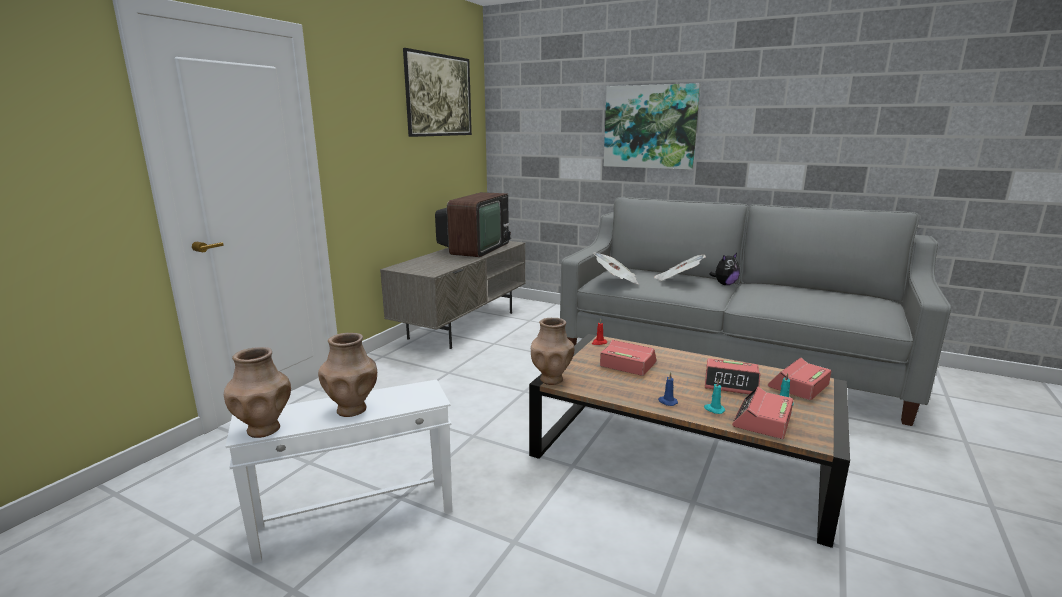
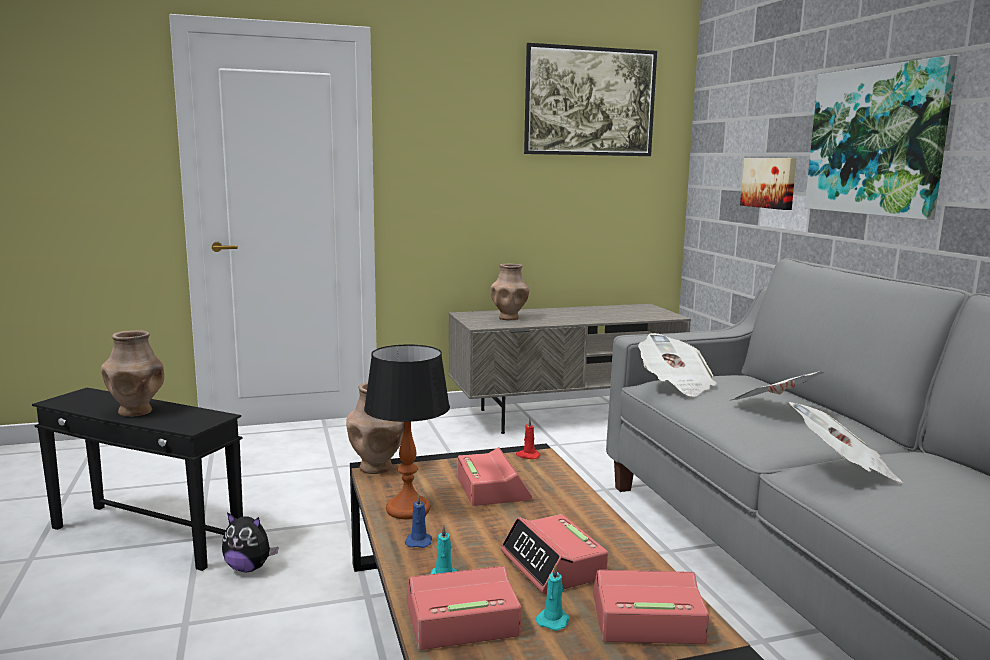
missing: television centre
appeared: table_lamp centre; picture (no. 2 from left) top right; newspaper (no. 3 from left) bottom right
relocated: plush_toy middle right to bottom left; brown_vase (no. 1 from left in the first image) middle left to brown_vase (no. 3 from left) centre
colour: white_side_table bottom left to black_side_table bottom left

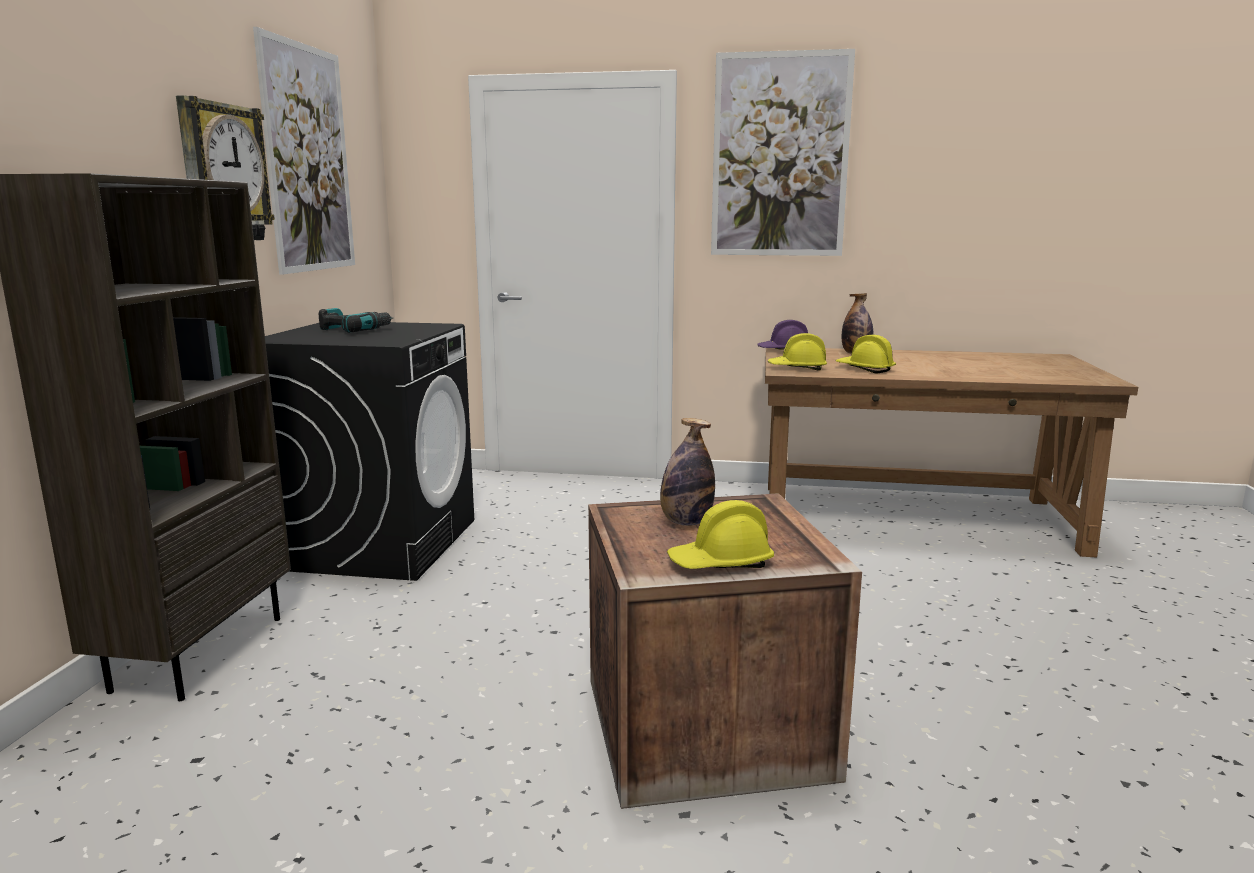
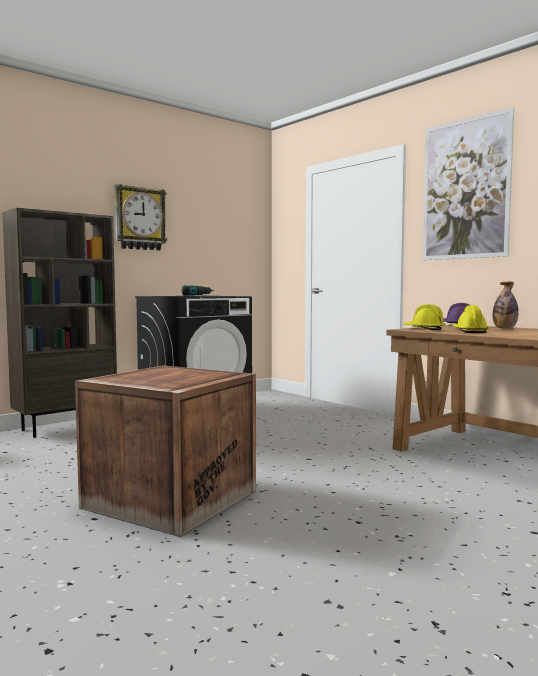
missing: picture (no. 1 from left) top left; bottle (no. 1 from left) centre; yellow_hard_hat (no. 1 from left) centre

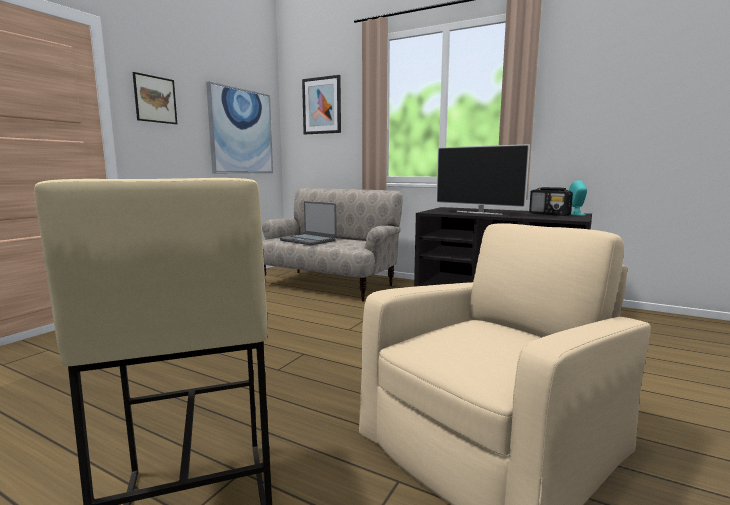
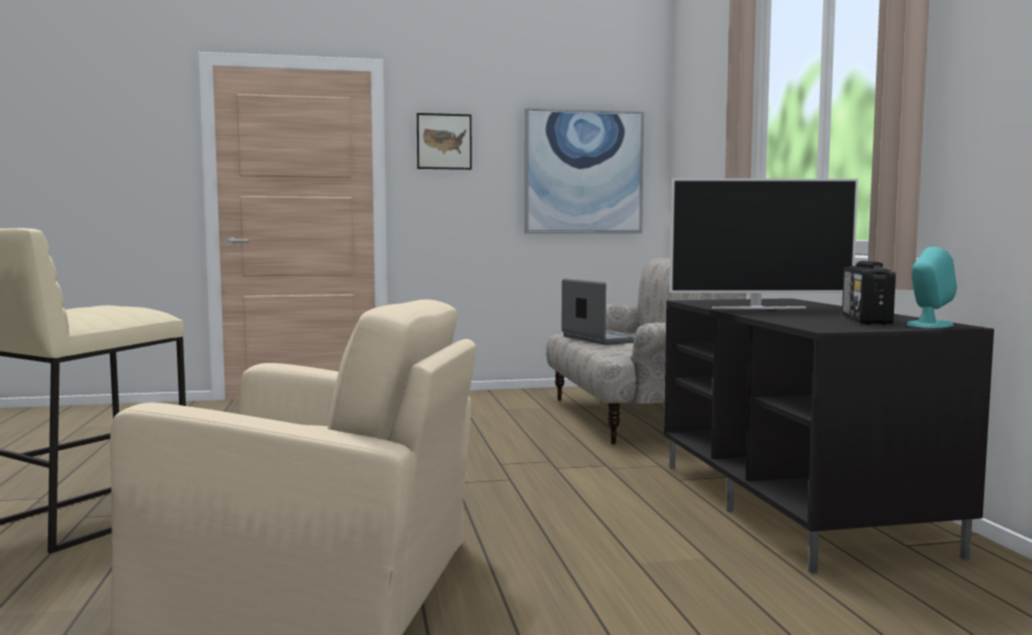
missing: picture (no. 3 from left) top centre
spun: laptop centre = centre 150 degrees clockwise; television centre = middle right 90 degrees counterclockwise

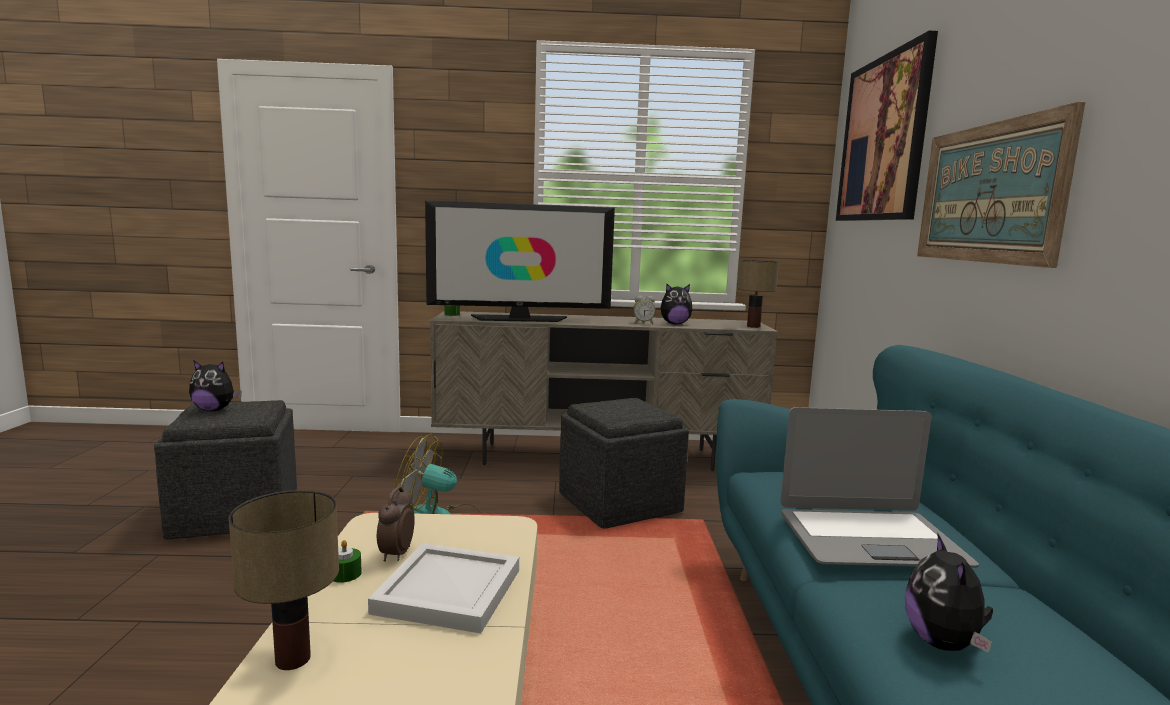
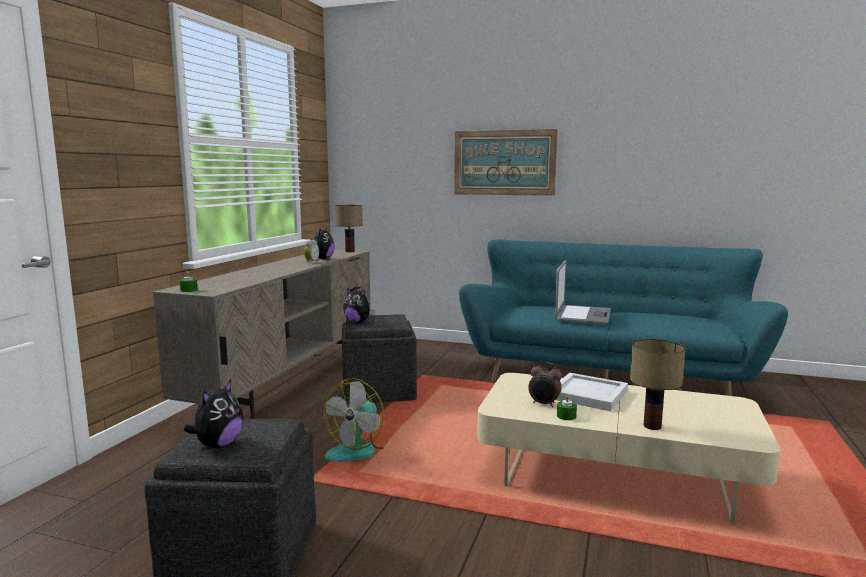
missing: television centre; picture (no. 1 from left) top right
relocated: plush_toy (no. 3 from left) bottom right to centre

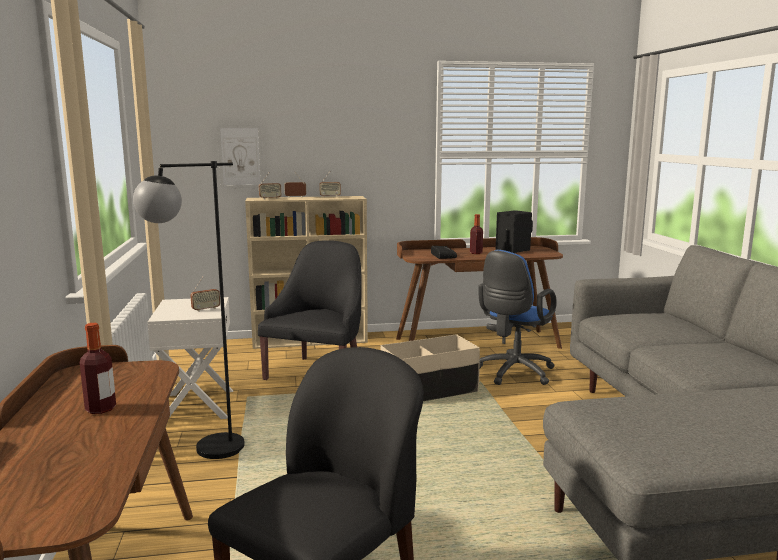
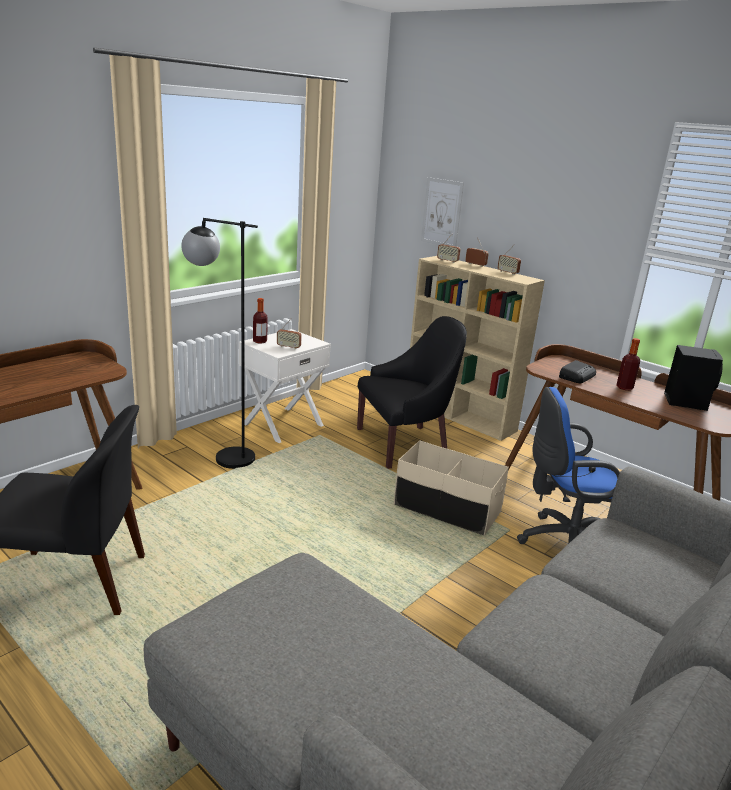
relocated: bottle (no. 1 from left) middle left to centre

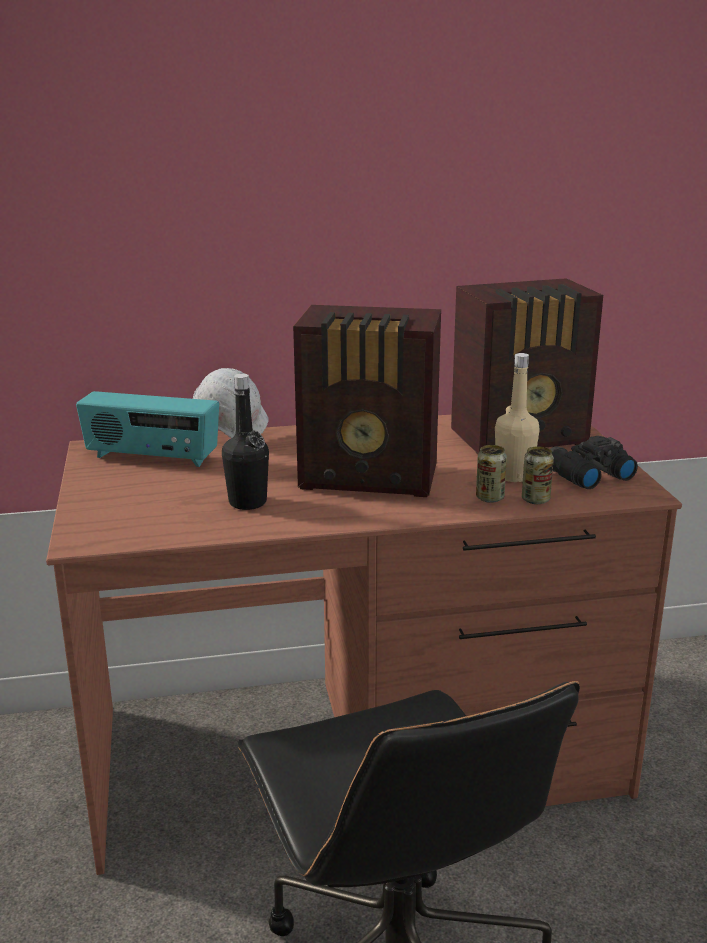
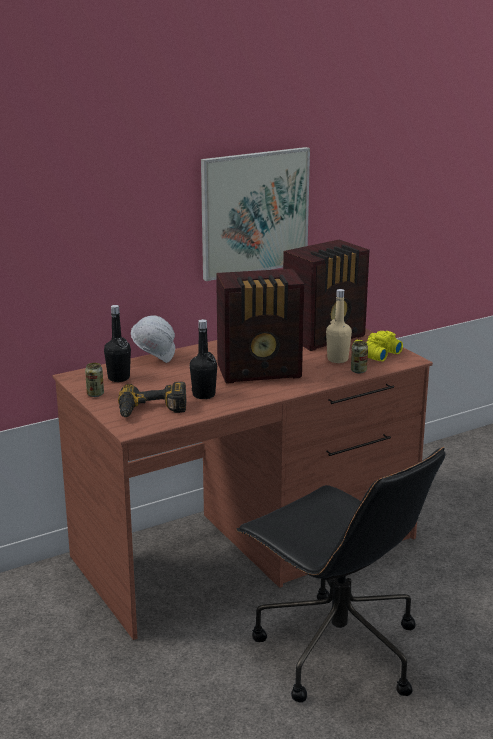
appeared: power_drill middle left; picture top centre
relocated: can (no. 1 from left) middle right to middle left
exchanged: radio (no. 1 from left) middle left to black_bottle (no. 1 from left) middle left
colour: black_binoculars middle right to yellow_binoculars middle right

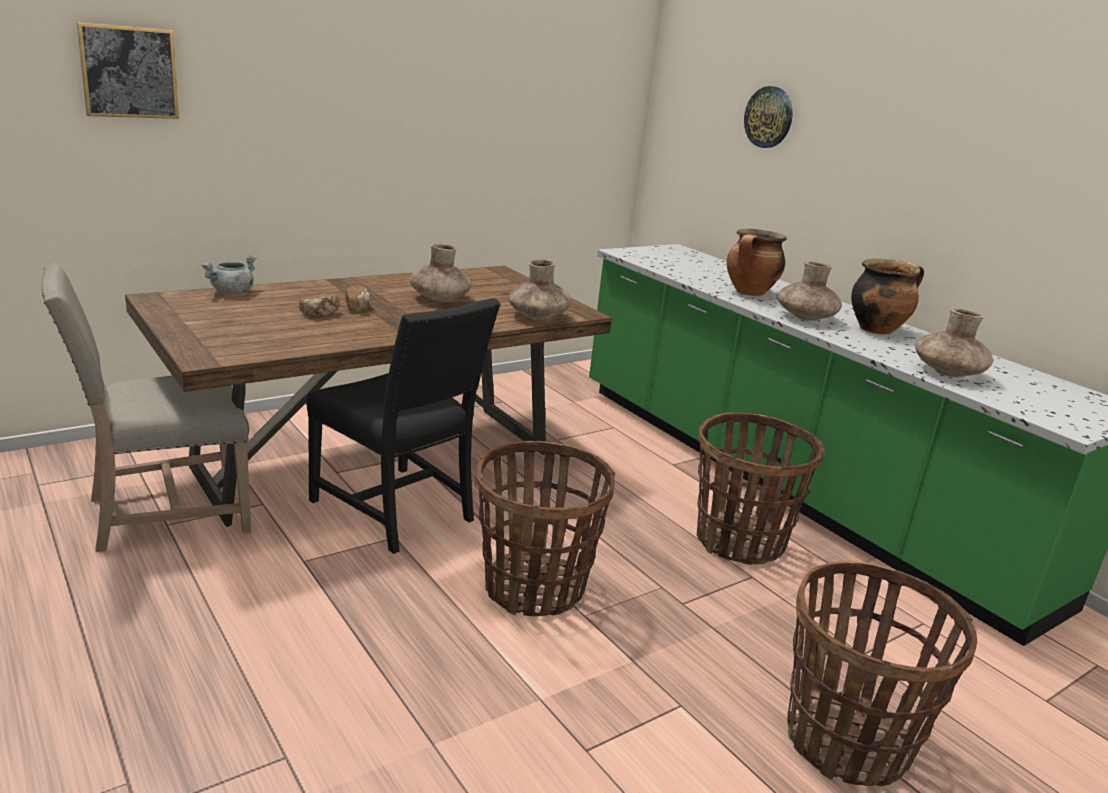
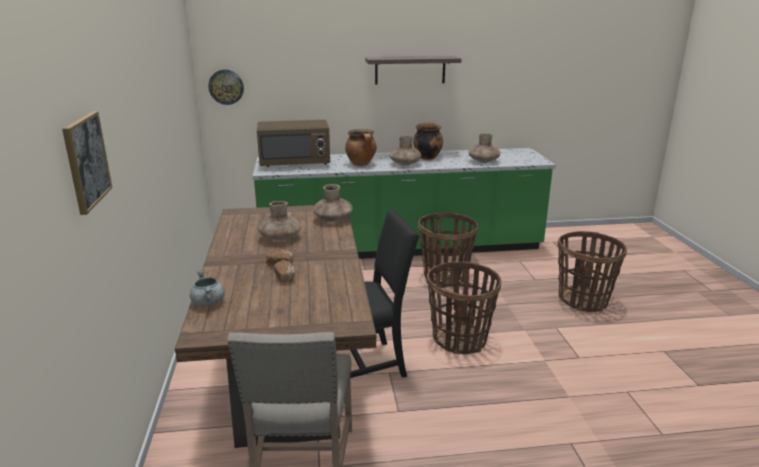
appeared: brown_microwave top centre; shelf top centre
relocated: wall_clock top right to top left

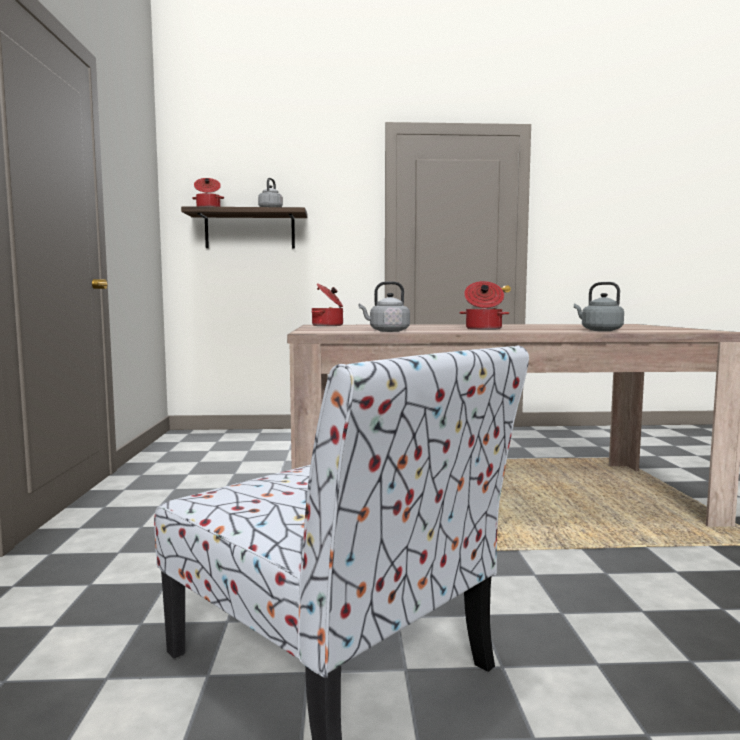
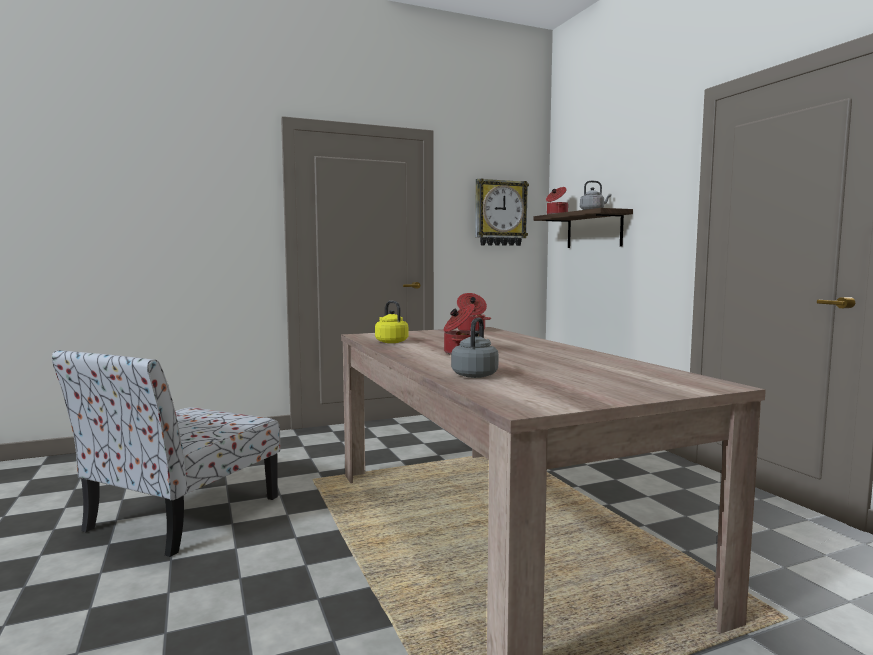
appeared: wall_clock top centre
colour: grey_kettle (no. 2 from left) centre to yellow_kettle centre

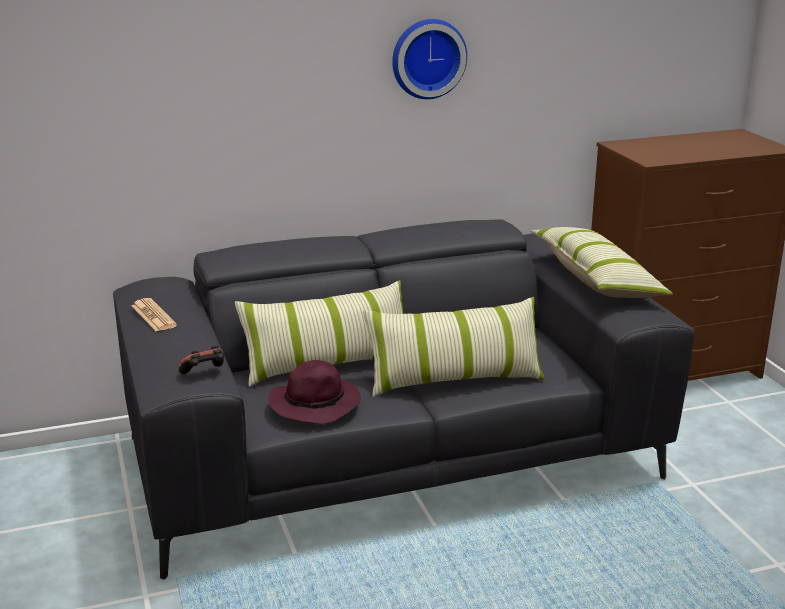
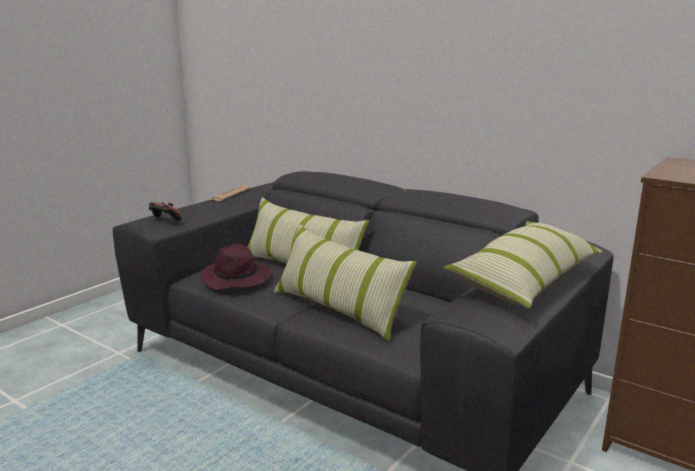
missing: wall_clock top centre

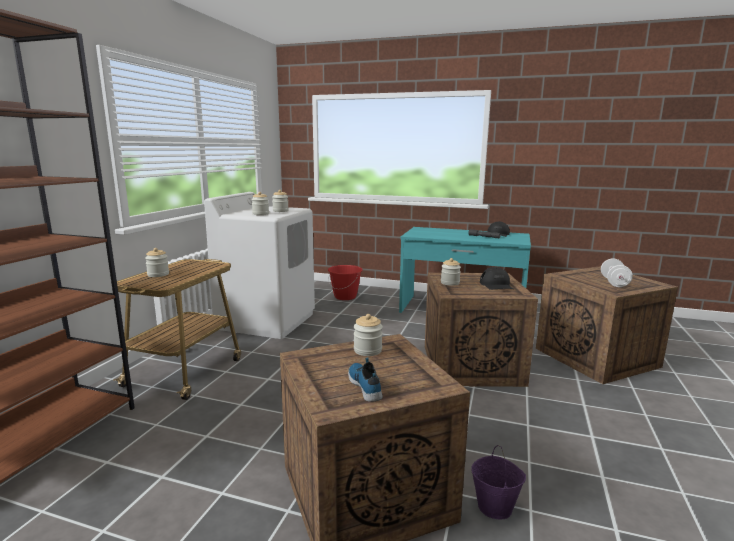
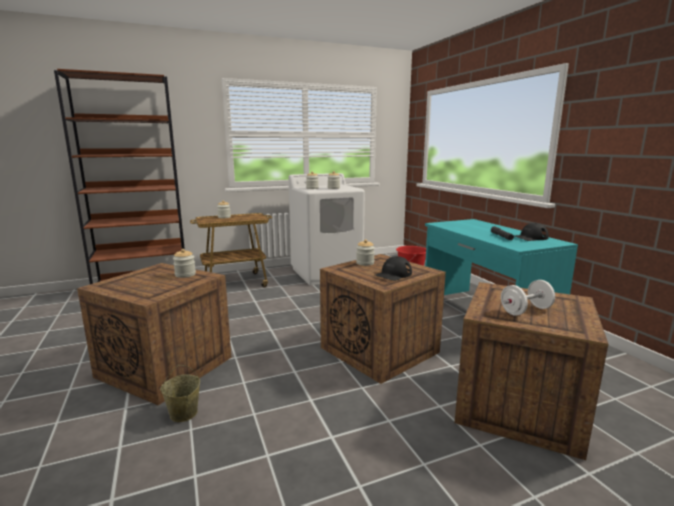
missing: shoe bottom centre
colour: purple_bucket bottom right to beige_bucket bottom left

